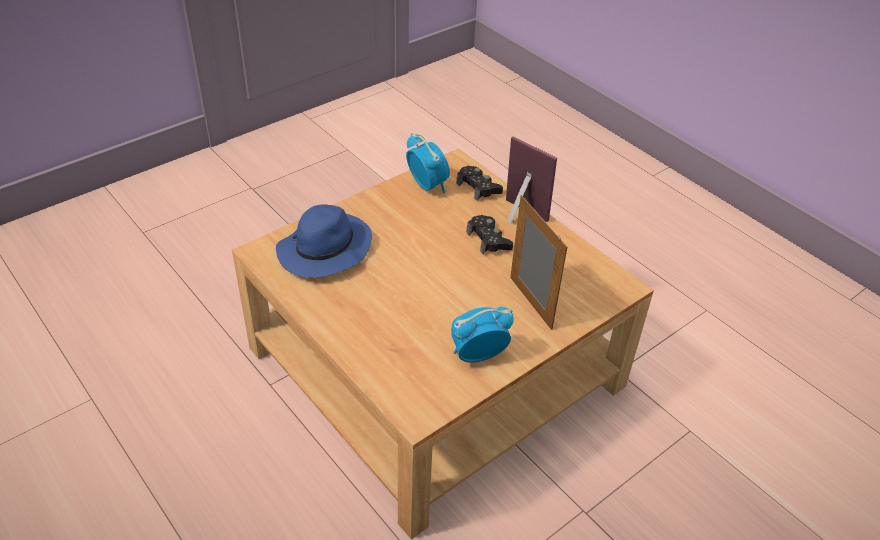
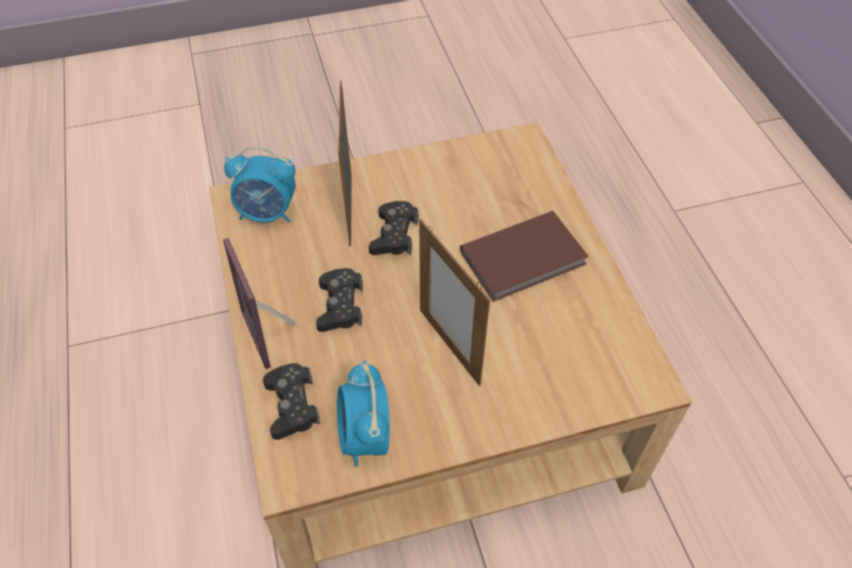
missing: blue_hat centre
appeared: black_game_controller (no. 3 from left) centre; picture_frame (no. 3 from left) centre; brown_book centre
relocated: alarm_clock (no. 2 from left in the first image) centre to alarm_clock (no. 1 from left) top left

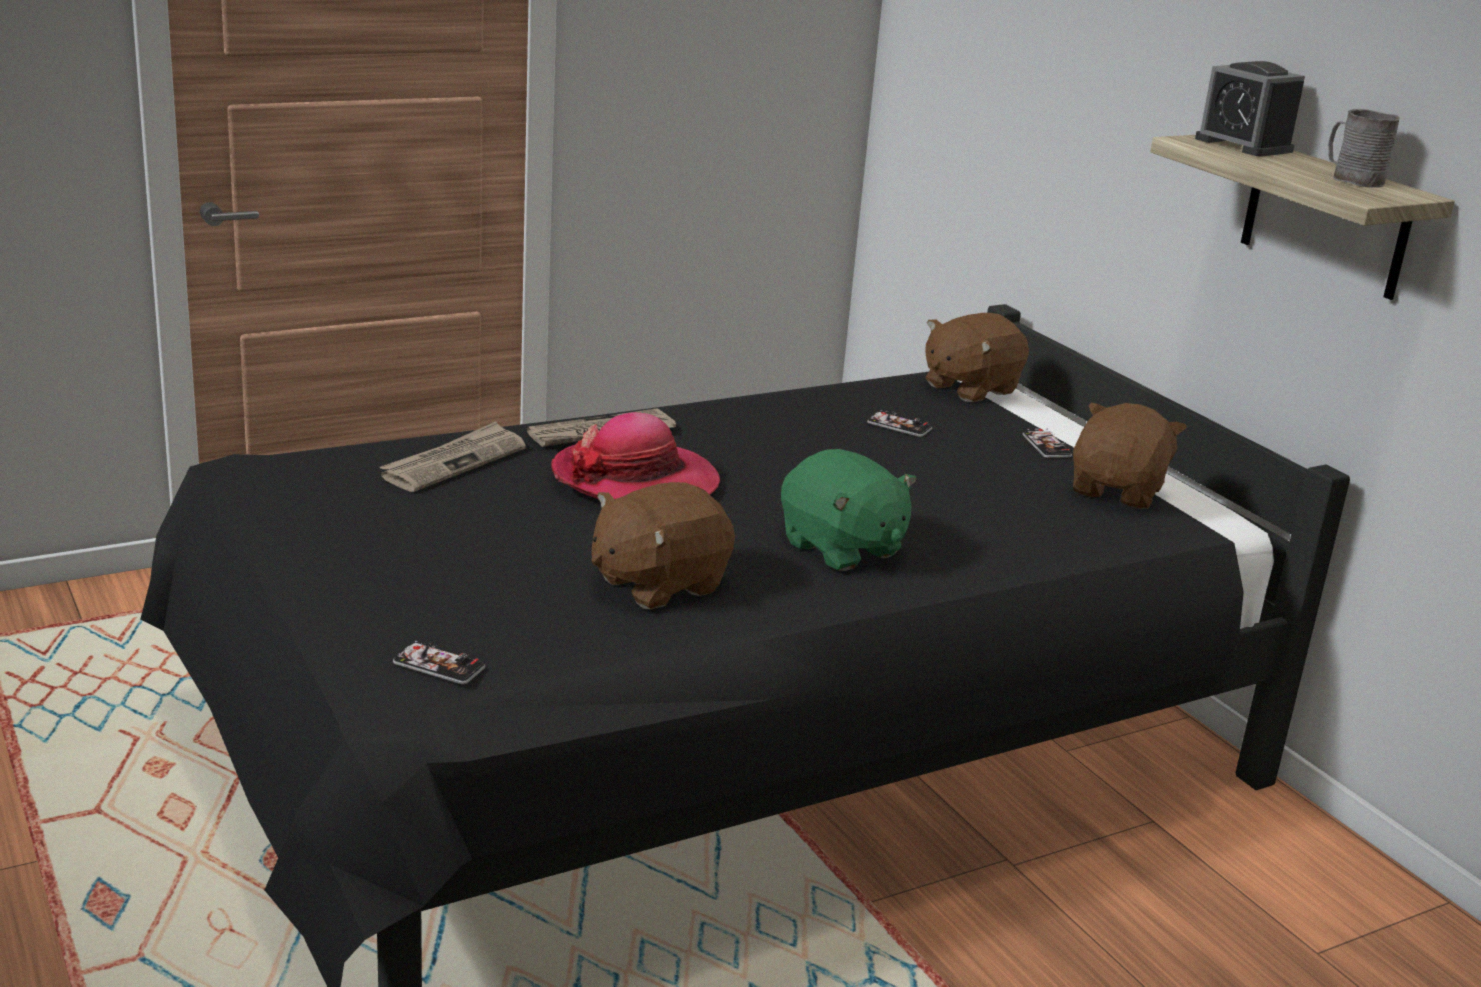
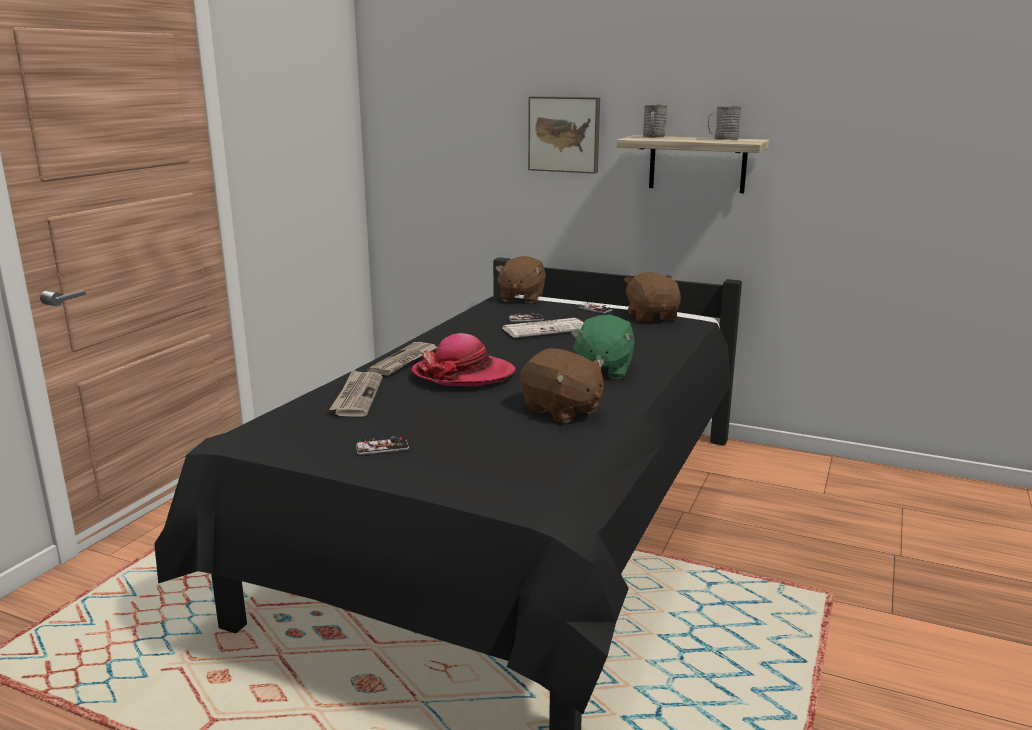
appeared: newspaper (no. 3 from left) centre; picture top centre
relocated: phone (no. 1 from left) bottom left to centre
exchanged: alarm_clock top right to grey_mug (no. 1 from left) top centre
spun: brown_plush_toy (no. 1 from left in the first image) centre = centre 60 degrees counterclockwise; green_plush_toy centre = centre 90 degrees clockwise

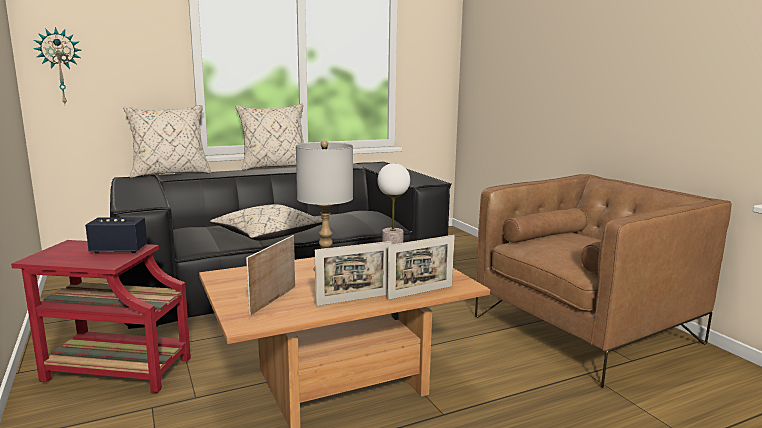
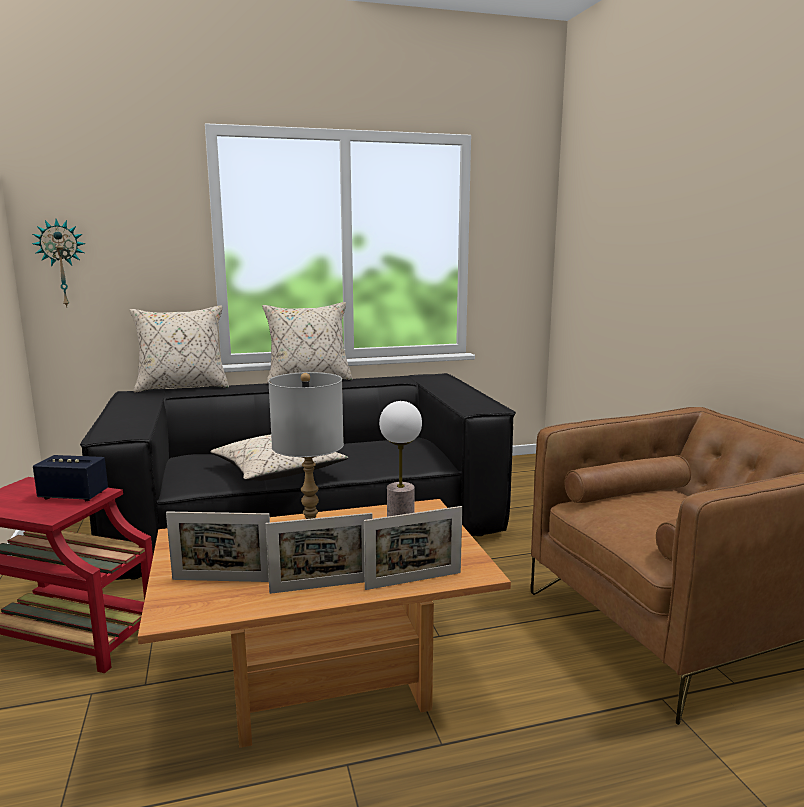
spun: picture_frame (no. 1 from left) centre = bottom left 120 degrees counterclockwise

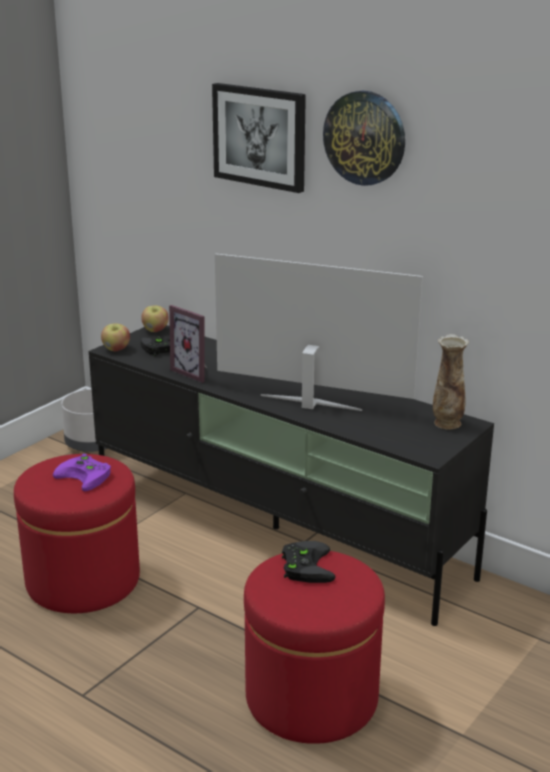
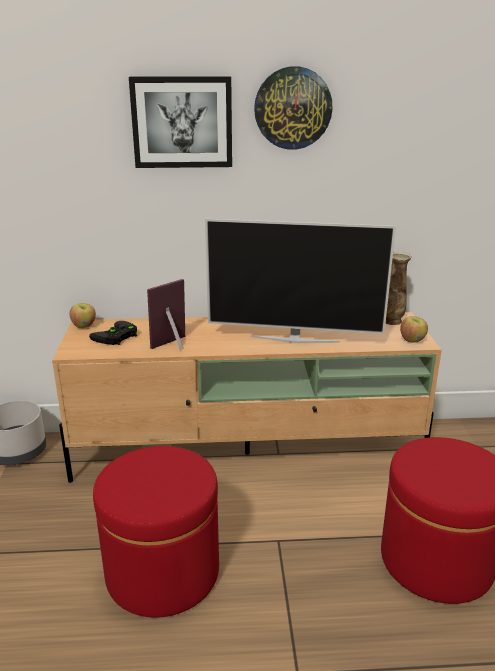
missing: purple_game_controller middle left; black_game_controller (no. 2 from left) bottom centre
relocated: apple (no. 1 from left in the first image) middle left to apple (no. 2 from left) middle right
colour: black_tv_stand centre to beige_tv_stand centre
spun: picture_frame centre = centre 135 degrees clockwise; television centre = centre 150 degrees counterclockwise

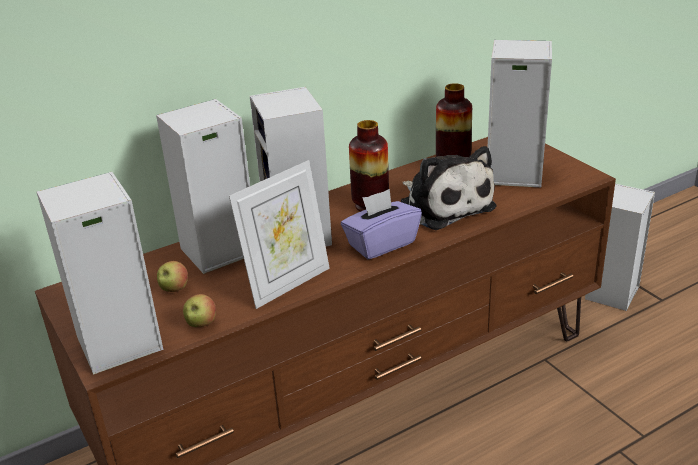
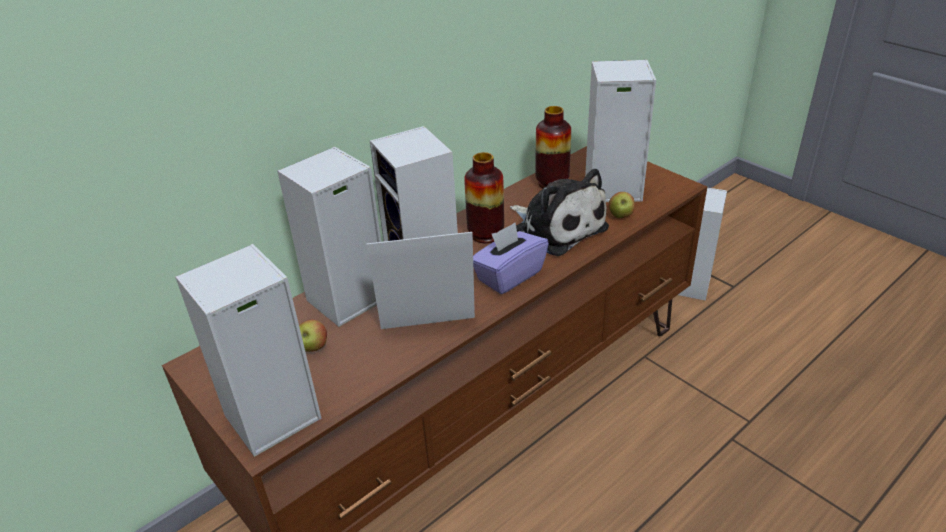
relocated: apple (no. 2 from left) bottom left to centre
spun: picture_frame centre = centre 135 degrees counterclockwise

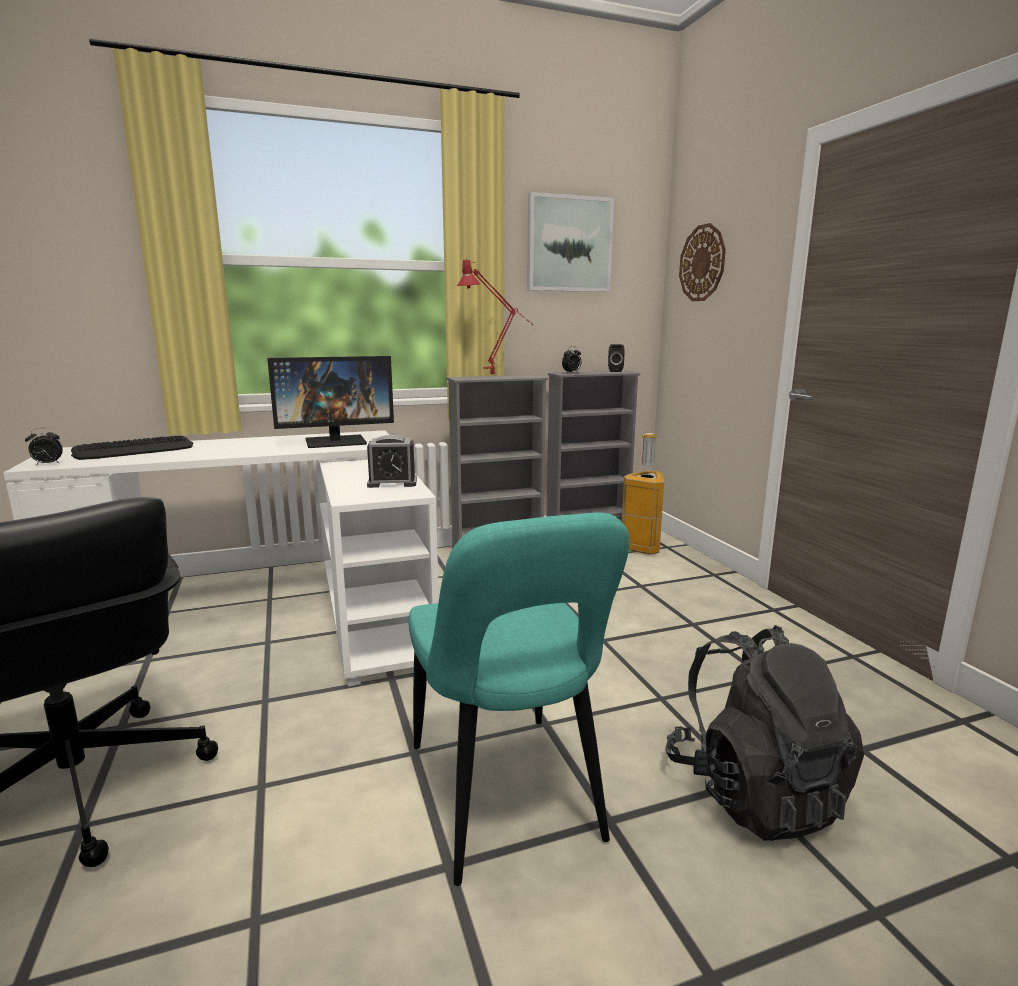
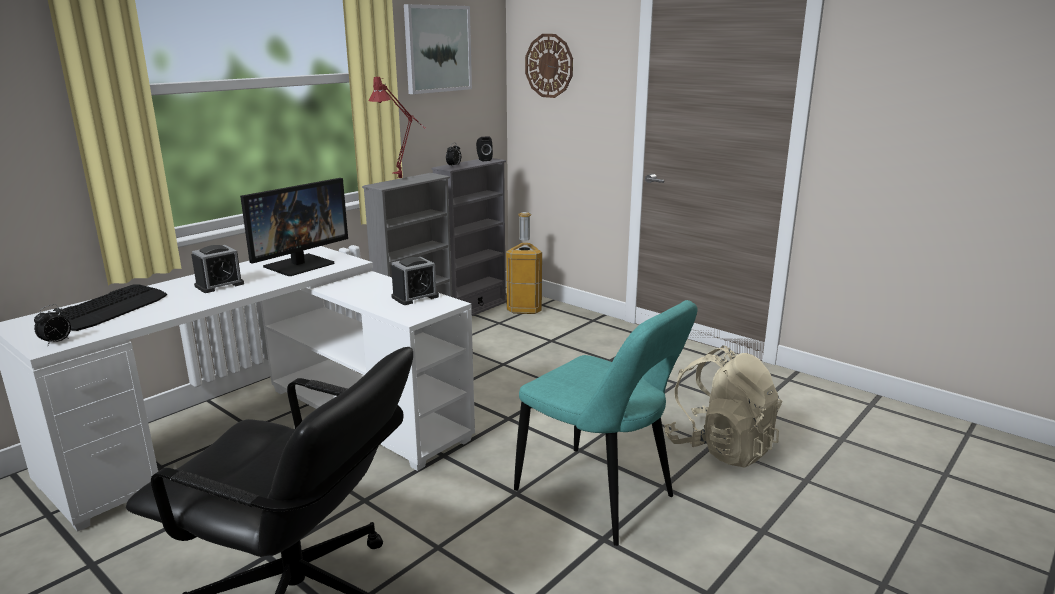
appeared: alarm_clock (no. 2 from left) middle left
colour: black_backpack bottom right to beige_backpack bottom right

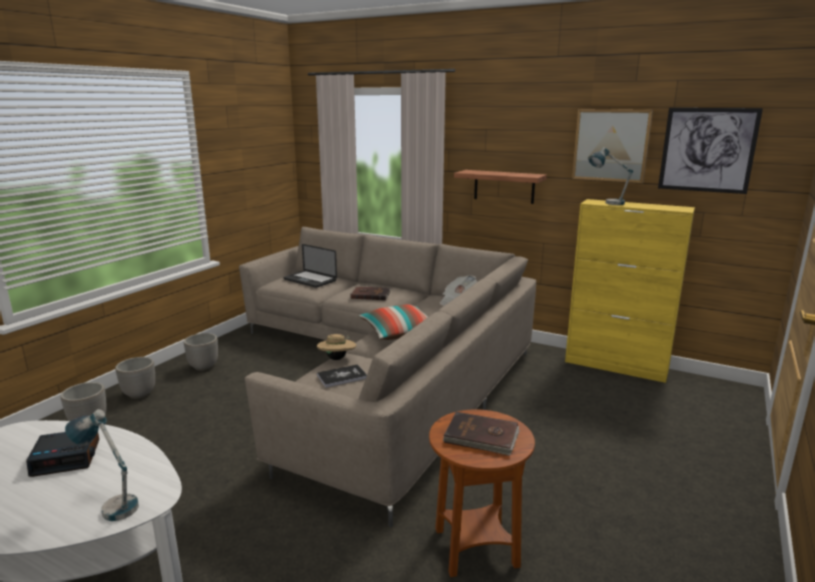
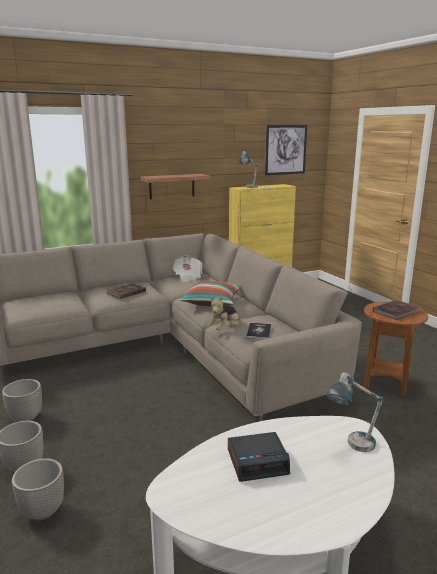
missing: laptop centre; picture (no. 1 from left) top right
exchanged: beige_hat centre to plush_toy centre
spun: alarm_clock bottom left = bottom centre 60 degrees clockwise

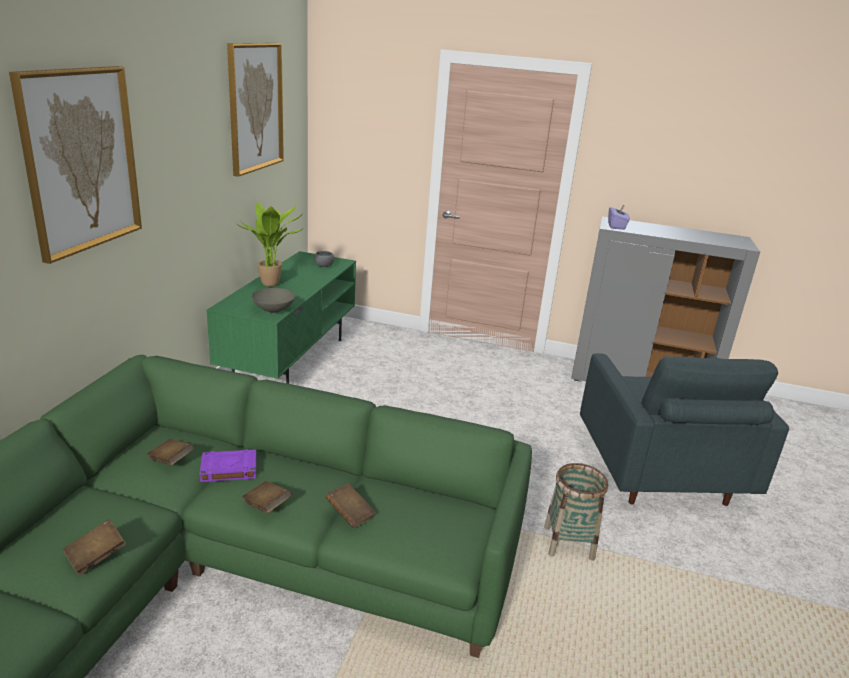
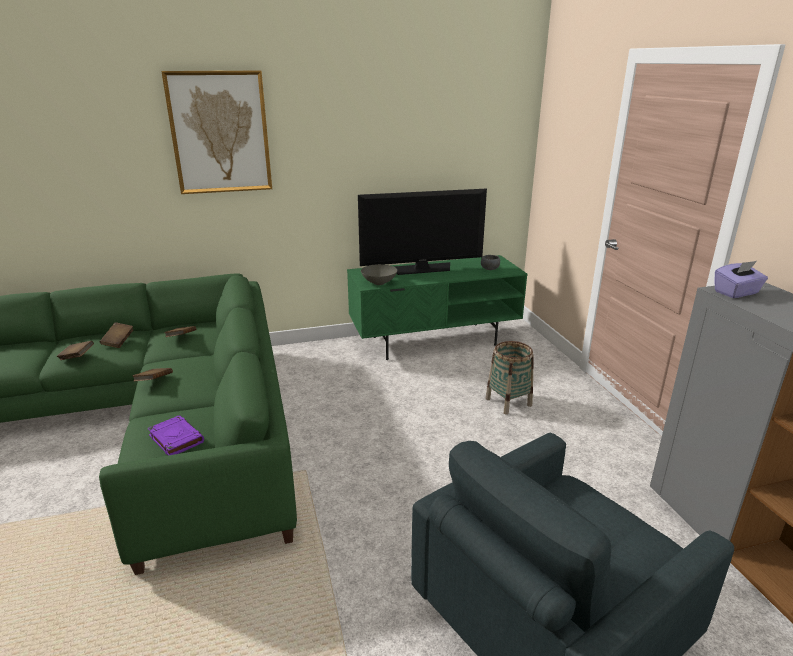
missing: picture (no. 2 from left) top left
relocated: brown_book (no. 4 from left in the first image) bottom centre to brown_book (no. 2 from left) middle left; purple_book bottom left to middle left; basket bottom right to centre
exchanged: potted_plant middle left to television centre

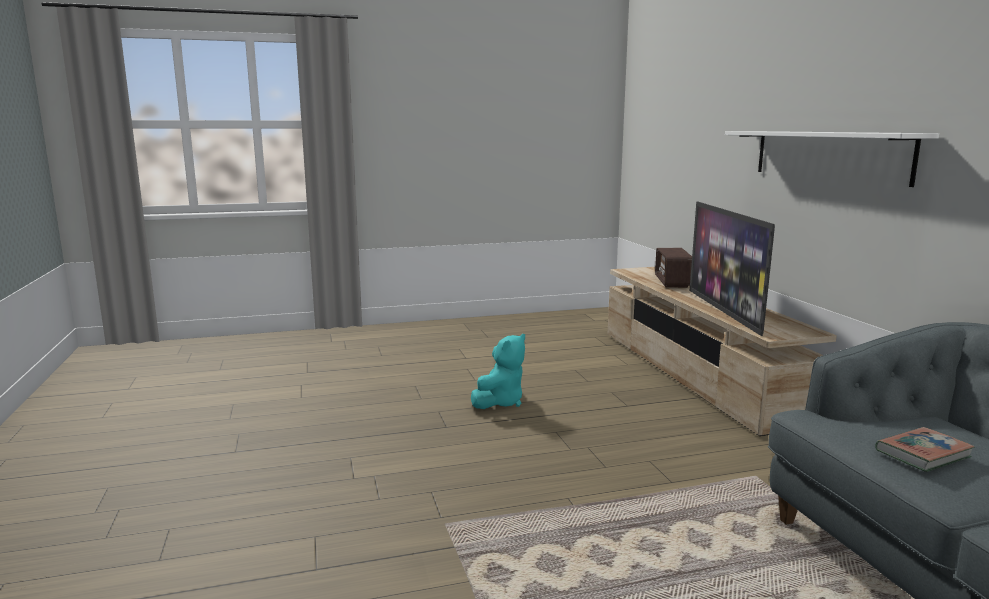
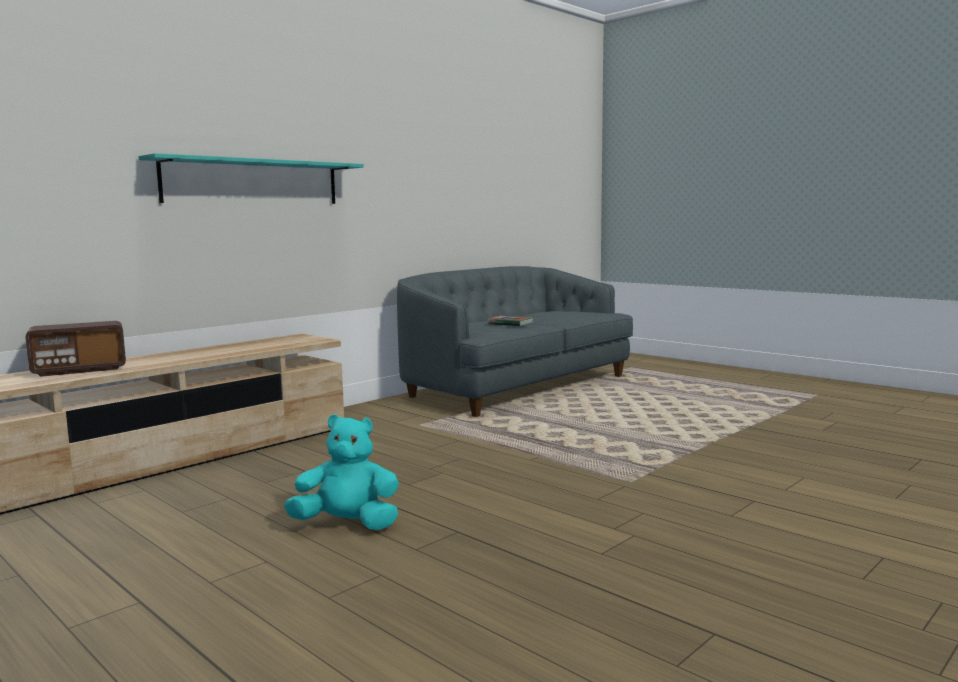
missing: television middle right
colour: white_shelf top right to turquoise_shelf top left

